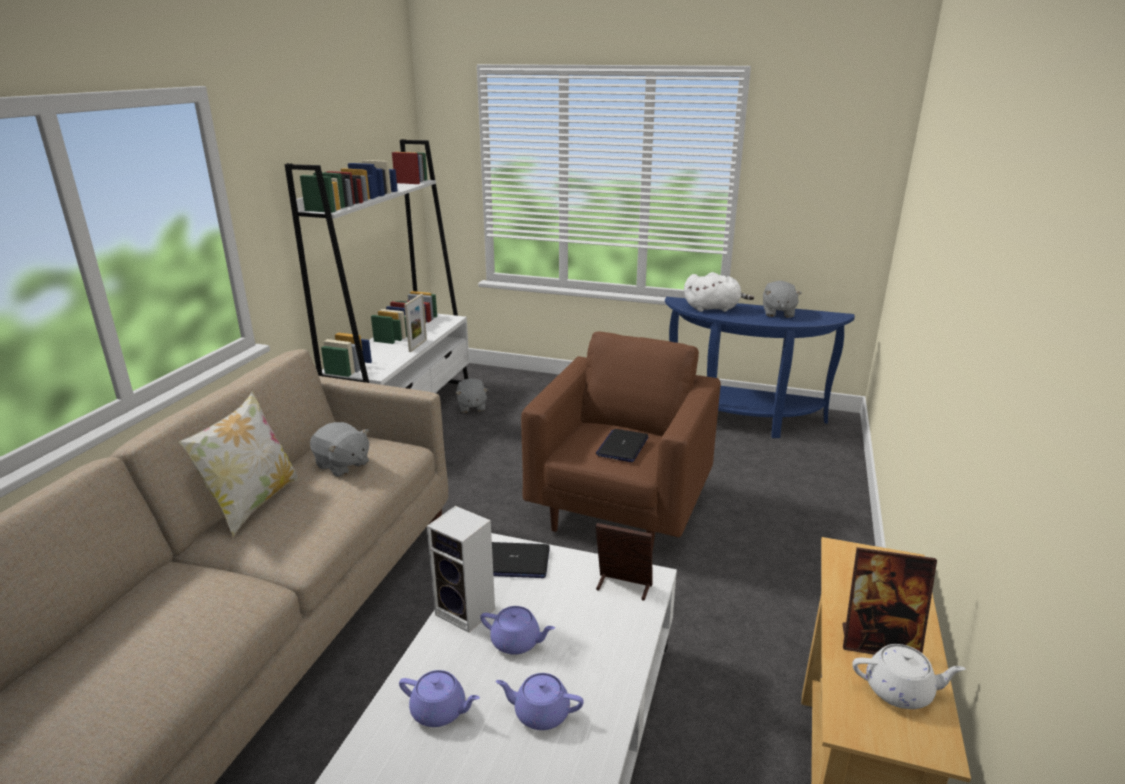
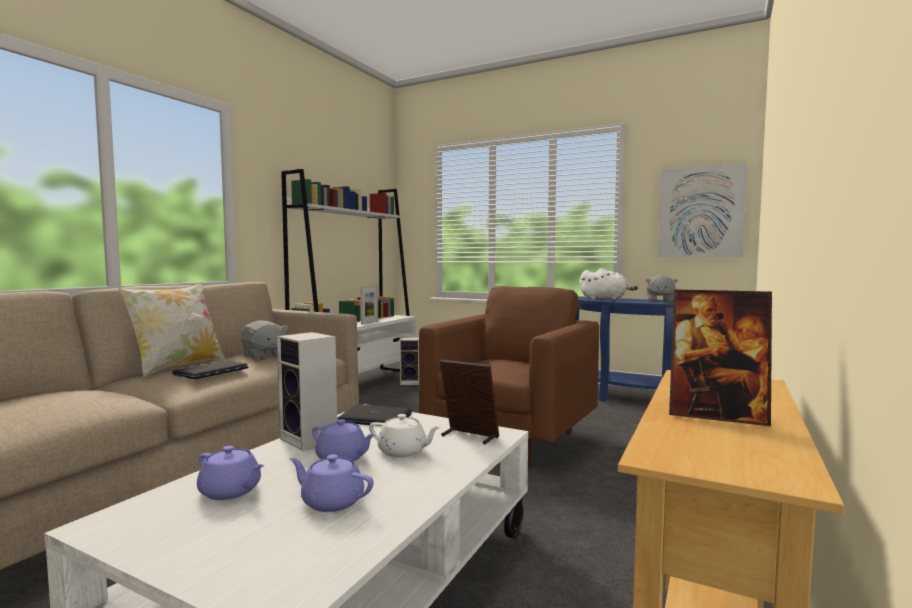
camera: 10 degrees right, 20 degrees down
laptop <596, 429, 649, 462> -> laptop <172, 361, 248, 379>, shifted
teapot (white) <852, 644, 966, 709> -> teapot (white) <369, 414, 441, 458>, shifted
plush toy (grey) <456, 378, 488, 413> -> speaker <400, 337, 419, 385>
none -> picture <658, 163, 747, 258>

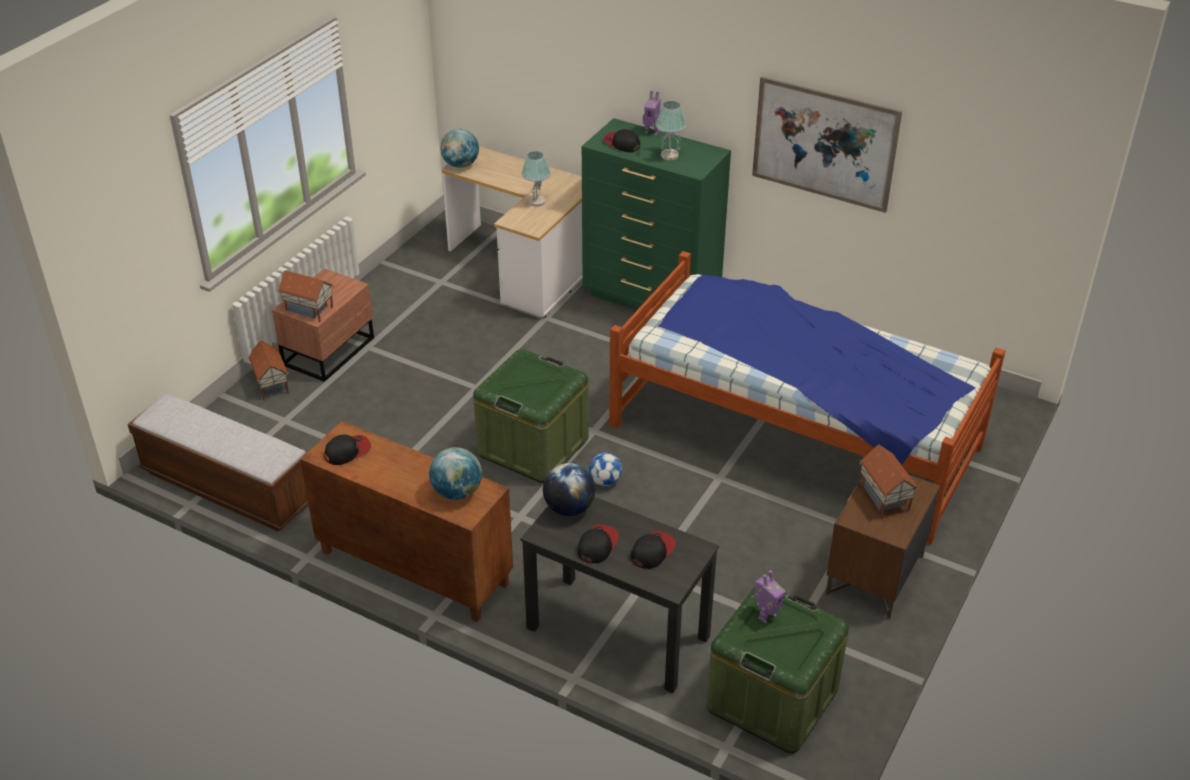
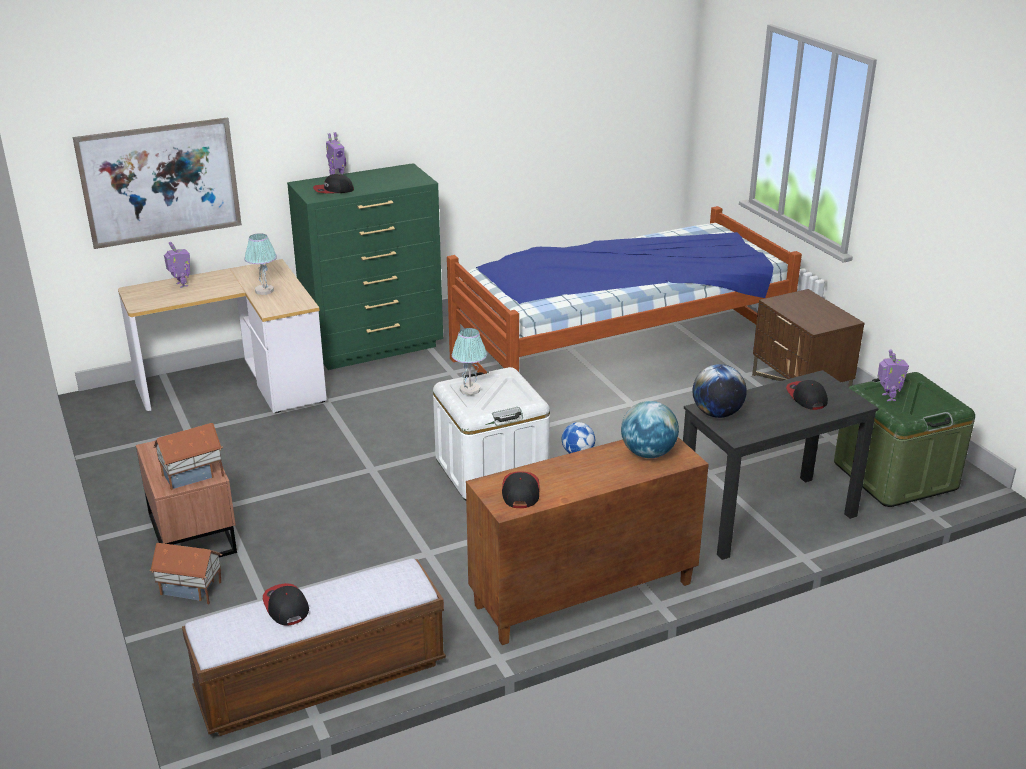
camera: 55 degrees left, 10 degrees down
picture <752, 76, 902, 213> -> picture <73, 118, 242, 249>, shifted
none -> toy robot <164, 242, 190, 288>
cap <578, 524, 619, 563> -> cap <263, 583, 309, 626>, shifted
storage box (green) <473, 349, 589, 483> -> storage box (white) <433, 367, 550, 501>
table lamp <655, 101, 686, 160> -> table lamp <452, 328, 487, 395>, shifted
globe <440, 129, 479, 168> -> none
toy house <860, 444, 918, 519> -> none

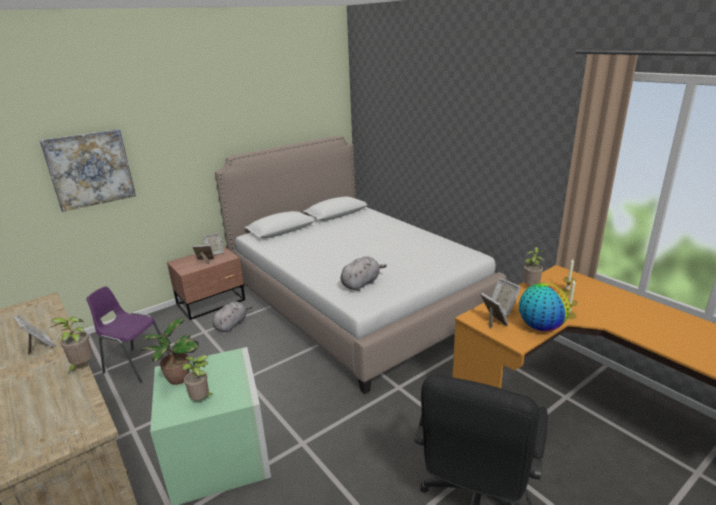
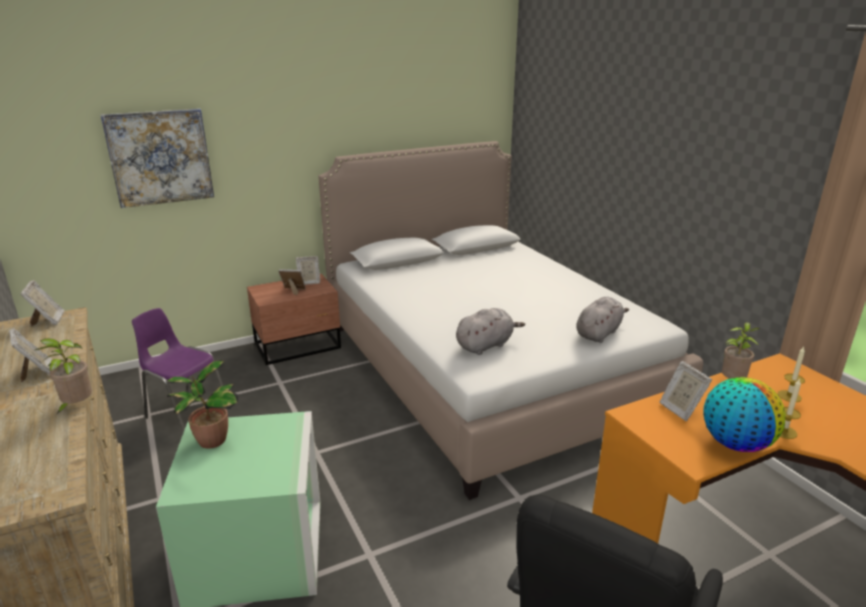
camera: 10 degrees right, 0 degrees up
picture frame <480, 293, 509, 329> -> picture frame <21, 280, 65, 326>, shifted
plush toy (grey) <212, 301, 253, 332> -> plush toy (grey) <576, 297, 629, 343>, shifted
potted plant <182, 355, 214, 400> -> none

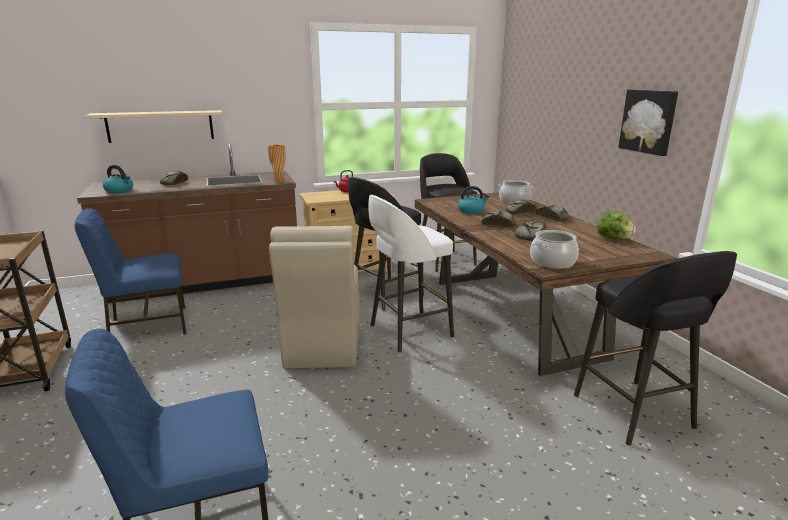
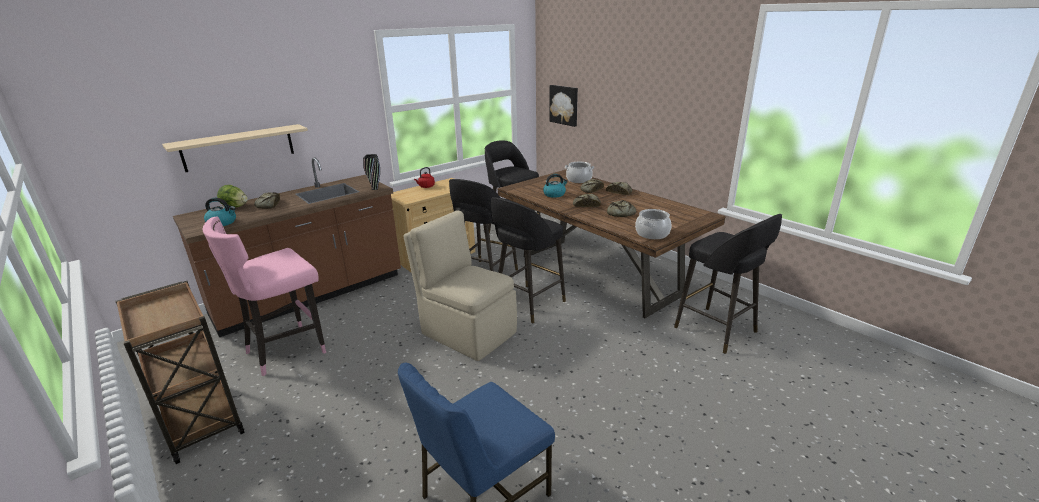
camera: 20 degrees left, 5 degrees up
chair (blue) <74, 208, 187, 335> -> stool (pink) <203, 216, 326, 376>
lettuce <597, 211, 636, 240> -> lettuce <217, 185, 248, 207>, shifted
vase (orange) <268, 145, 286, 182> -> vase (black) <363, 154, 380, 190>
chair (beige) <269, 226, 359, 368> -> chair (beige) <403, 210, 517, 361>, 150 degrees clockwise
stool (white) <368, 195, 454, 353> -> stool (black) <491, 197, 566, 323>
picture <618, 89, 678, 156> -> picture <549, 85, 578, 127>, shifted

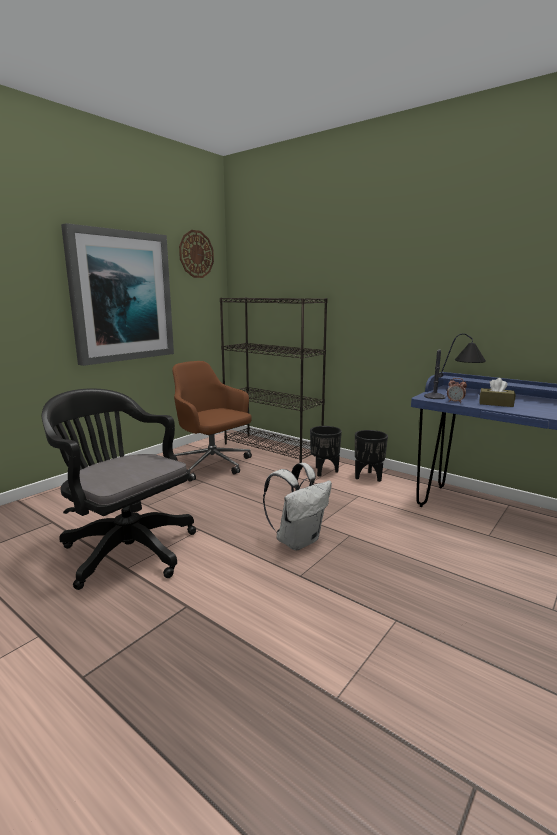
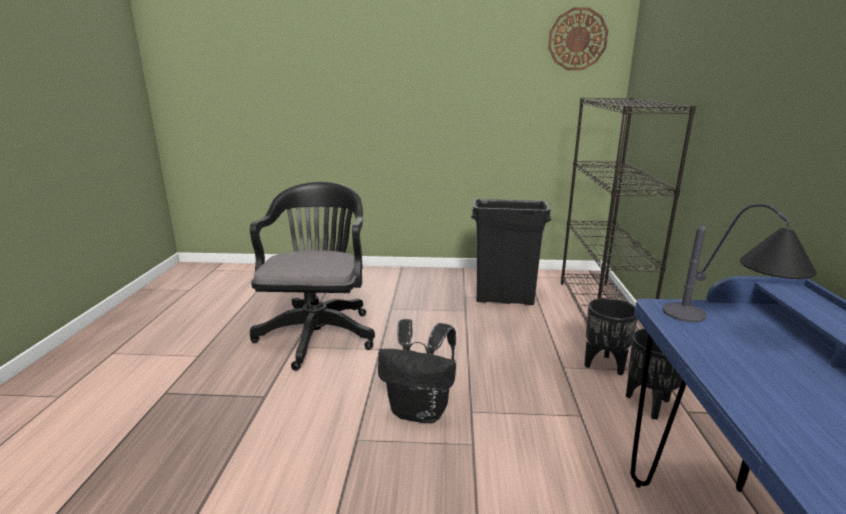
camera: 55 degrees right, 5 degrees up
backpack (white) <263, 463, 332, 550> -> backpack (black) <378, 319, 456, 423>
office chair (brown) <172, 361, 252, 482> -> trash can (black) <471, 199, 551, 305>
picture <61, 223, 174, 366> -> none
alarm clock <447, 378, 467, 403> -> none
tissue box (brown) <479, 378, 516, 407> -> none

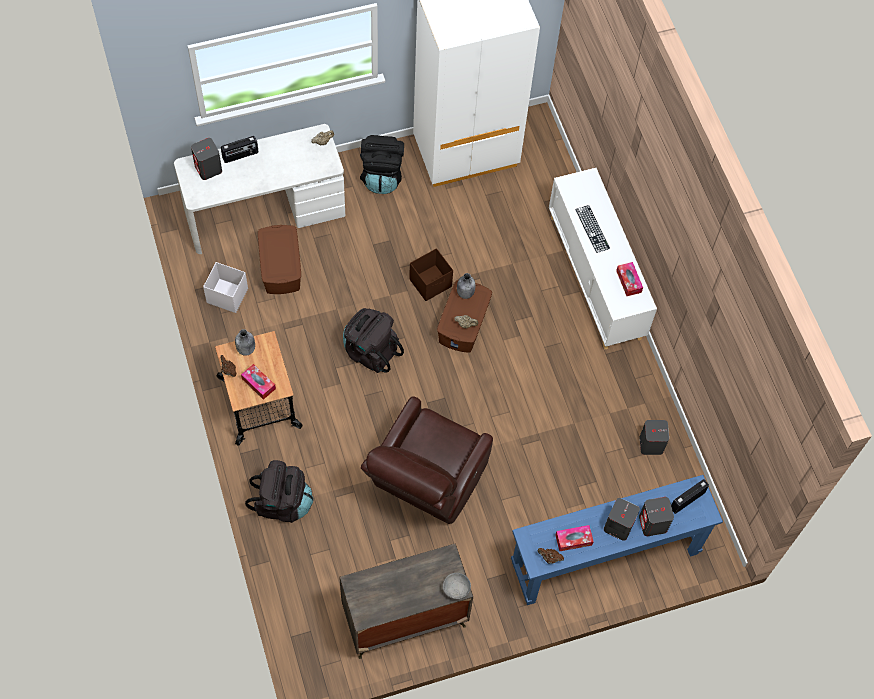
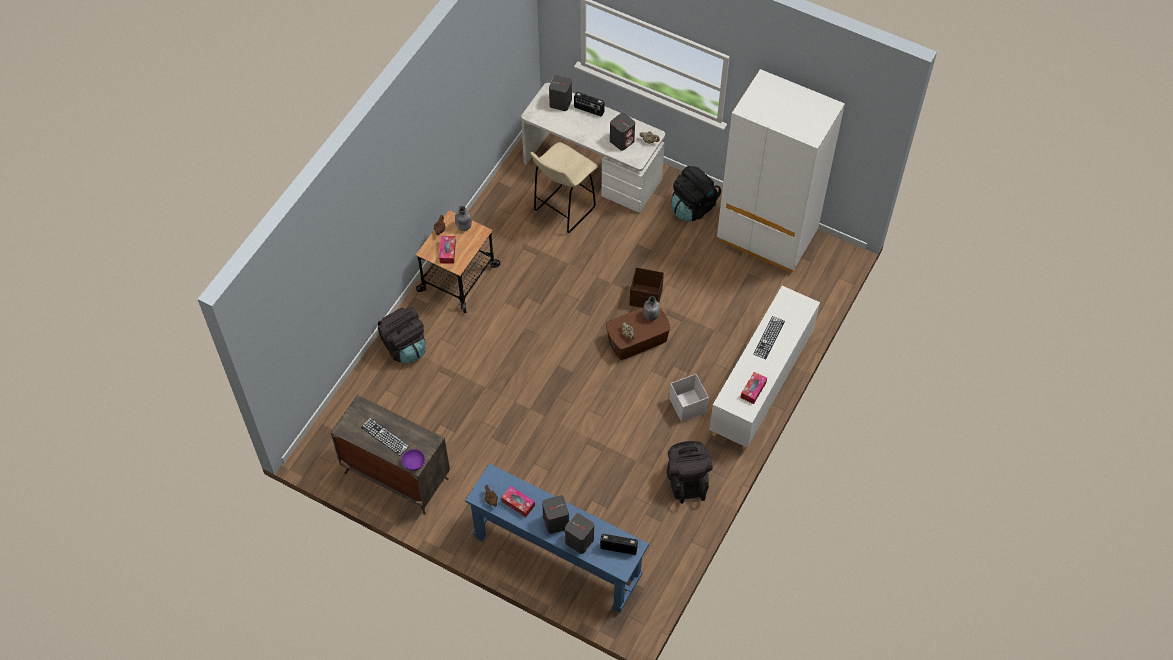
camera: 50 degrees right, 5 degrees down
none -> keyboard <361, 418, 409, 456>
bowl (grey) <443, 573, 471, 599> -> bowl (purple) <401, 449, 425, 471>
storage box (brown) <258, 225, 301, 294> -> stool (beige) <531, 142, 598, 234>
speaker (grey) <640, 420, 669, 455> -> speaker (grey) <610, 113, 635, 151>, shifted
backpack (black) <343, 308, 404, 373> -> backpack (black) <667, 441, 713, 504>, shifted
storage box (white) <203, 262, 248, 313> -> storage box (white) <669, 374, 709, 422>, shifted
armchair (brown) <361, 396, 493, 524> -> none

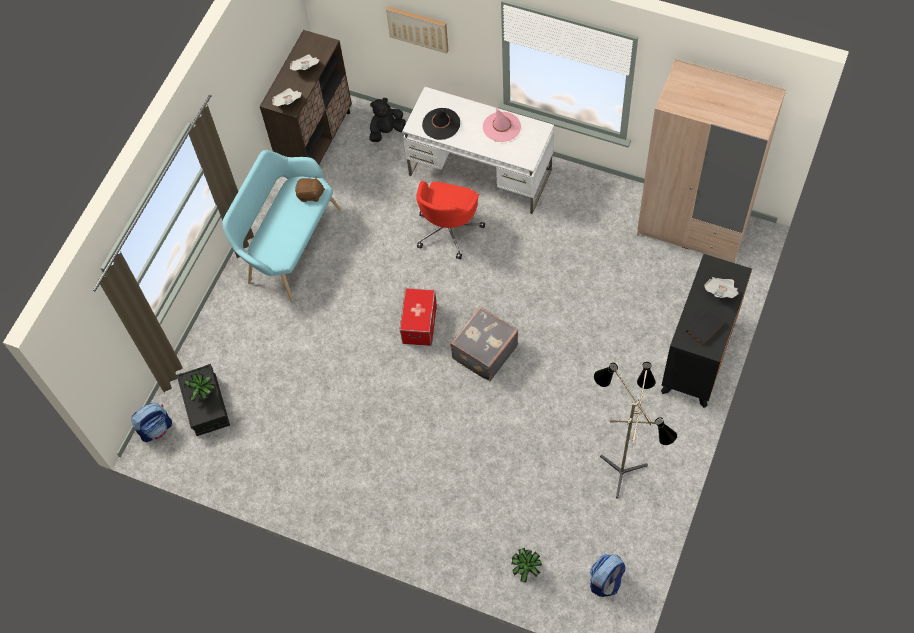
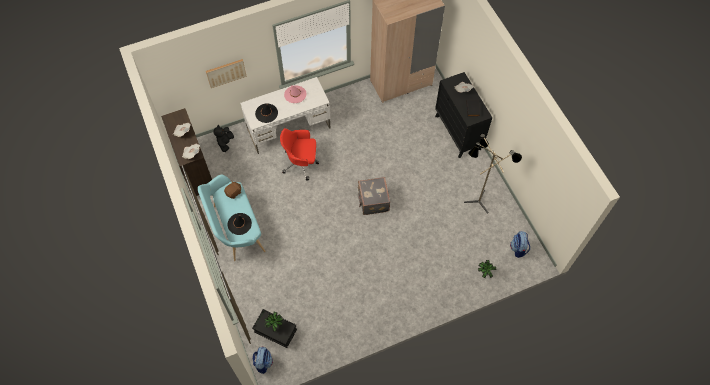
camera: 50 degrees left, 0 degrees up
none -> hat (black) <228, 213, 252, 235>
office chair (red) <416, 181, 485, 259> -> office chair (red) <280, 128, 319, 181>, 120 degrees clockwise
storage box <400, 288, 437, 346> -> none

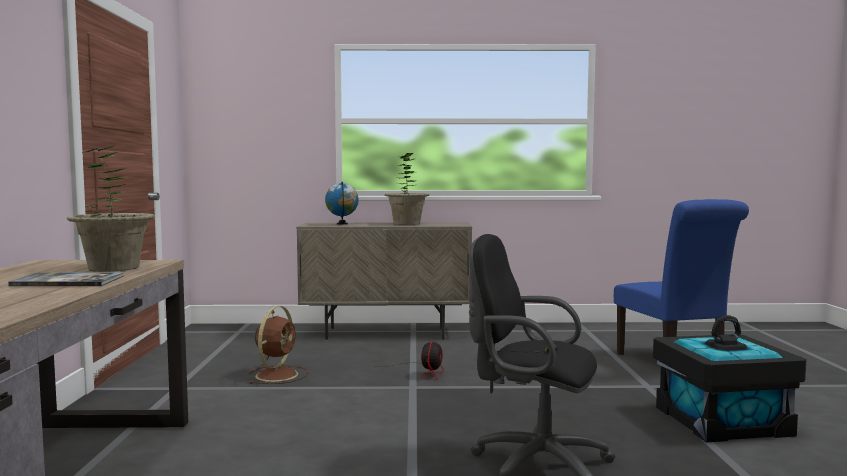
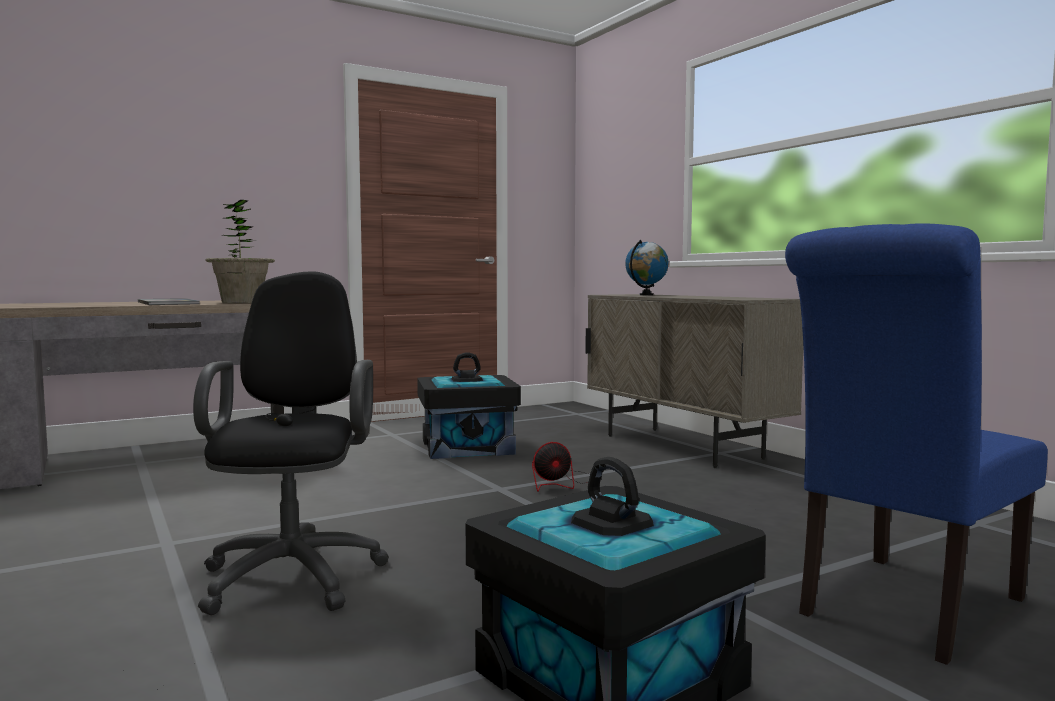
camera: 60 degrees right, 0 degrees up
fan (brown) <248, 306, 309, 384> -> storage box (black) <417, 352, 521, 459>
potted plant <384, 153, 430, 225> -> none

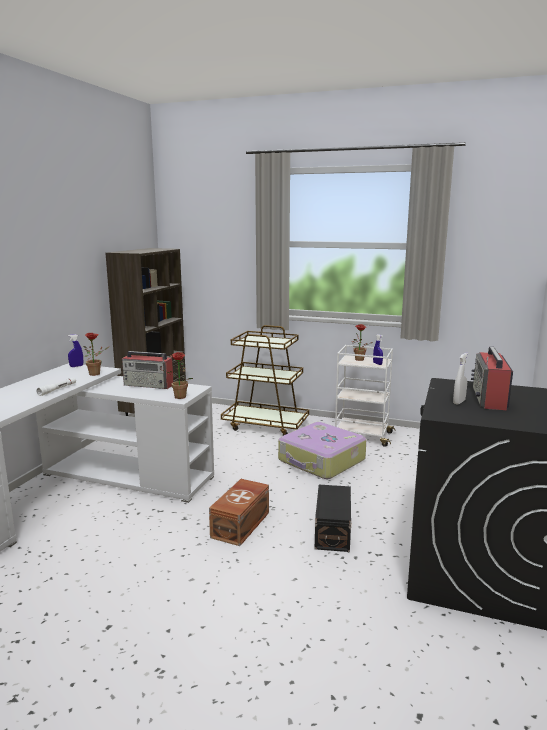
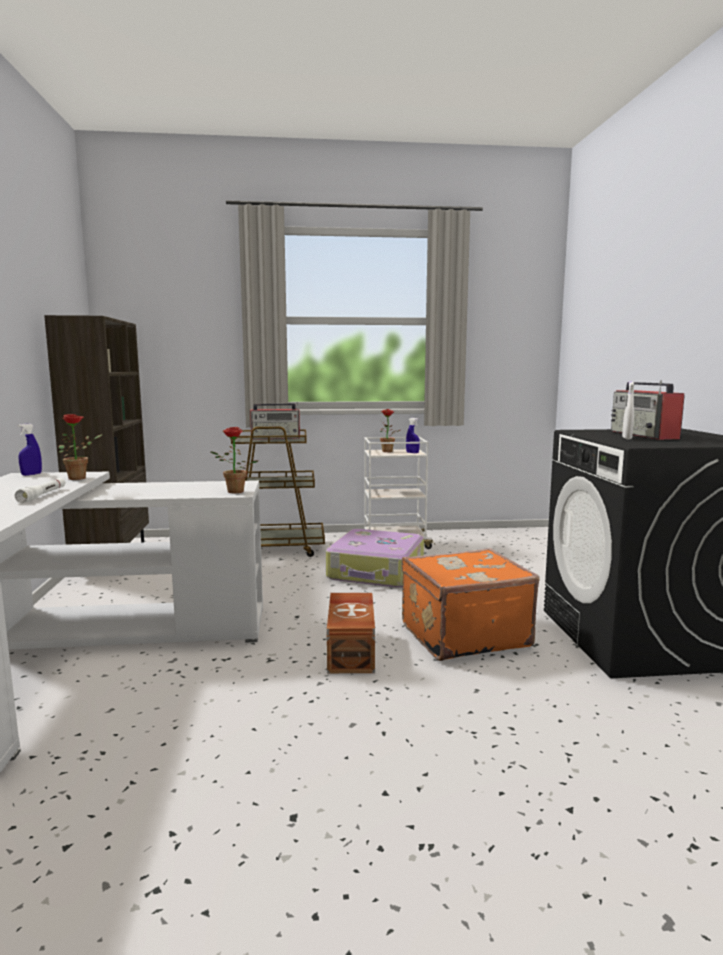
camera: 25 degrees left, 5 degrees down
radio <122, 351, 173, 389> -> radio <250, 402, 300, 440>, shifted
storage box (black) <315, 485, 351, 552> -> suitcase (orange) <402, 548, 540, 661>

